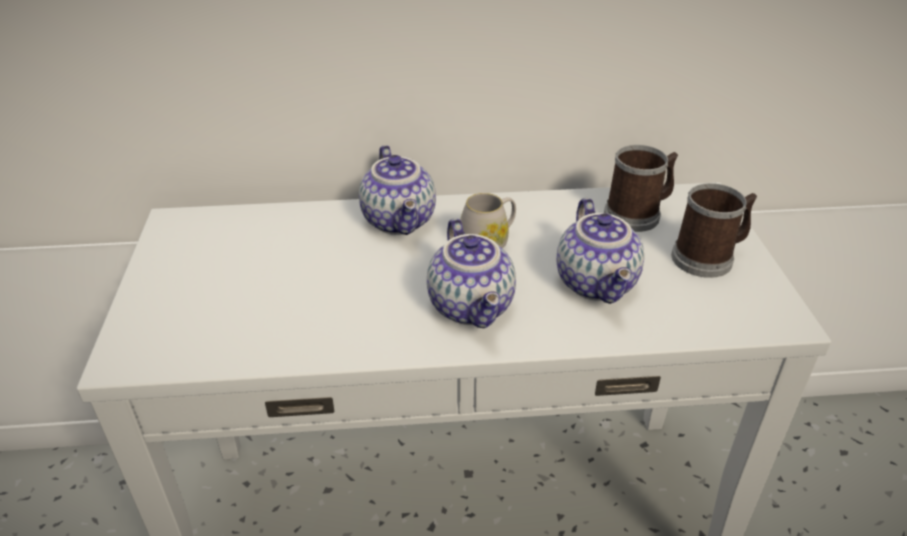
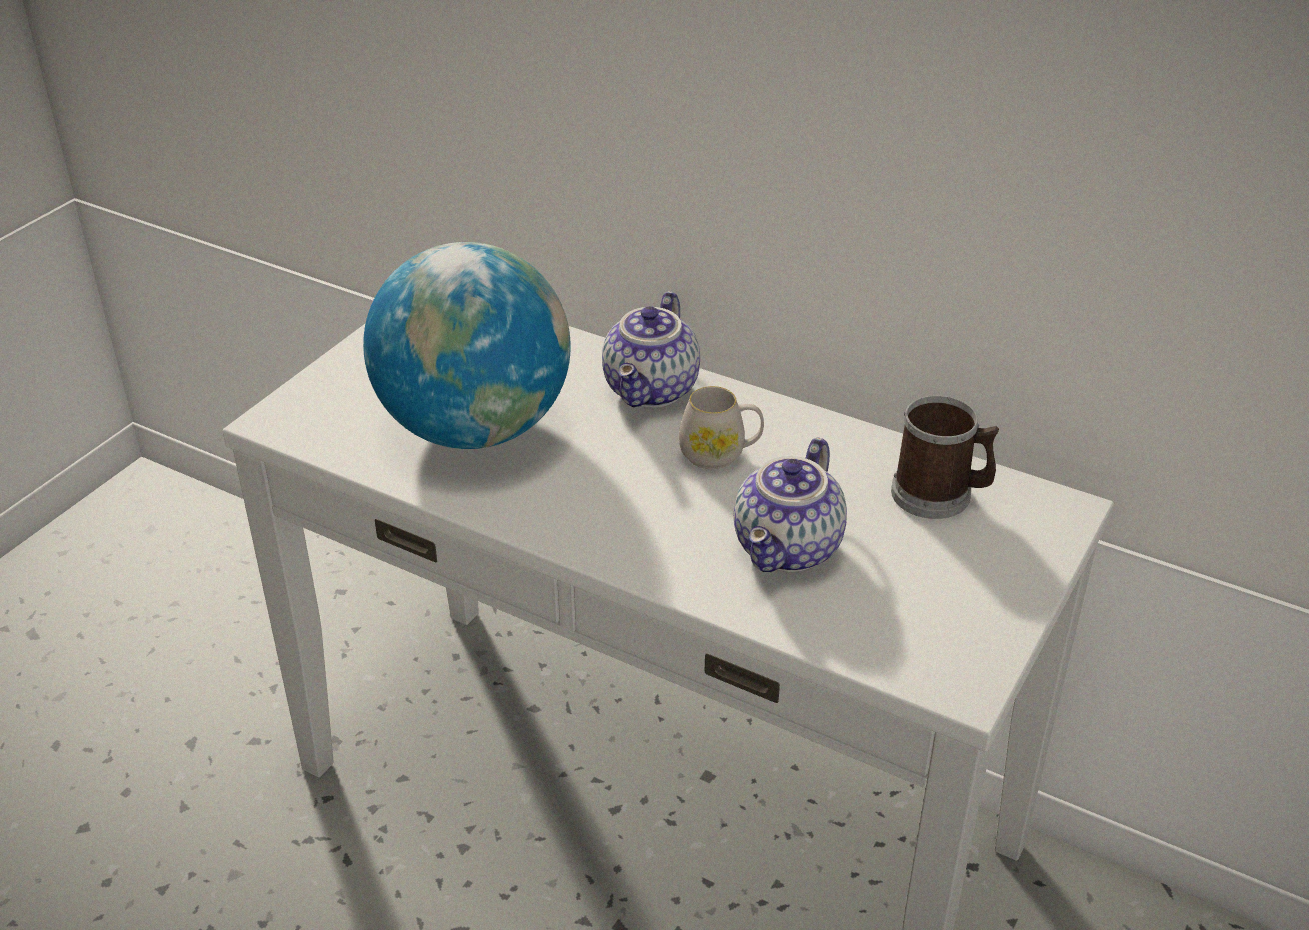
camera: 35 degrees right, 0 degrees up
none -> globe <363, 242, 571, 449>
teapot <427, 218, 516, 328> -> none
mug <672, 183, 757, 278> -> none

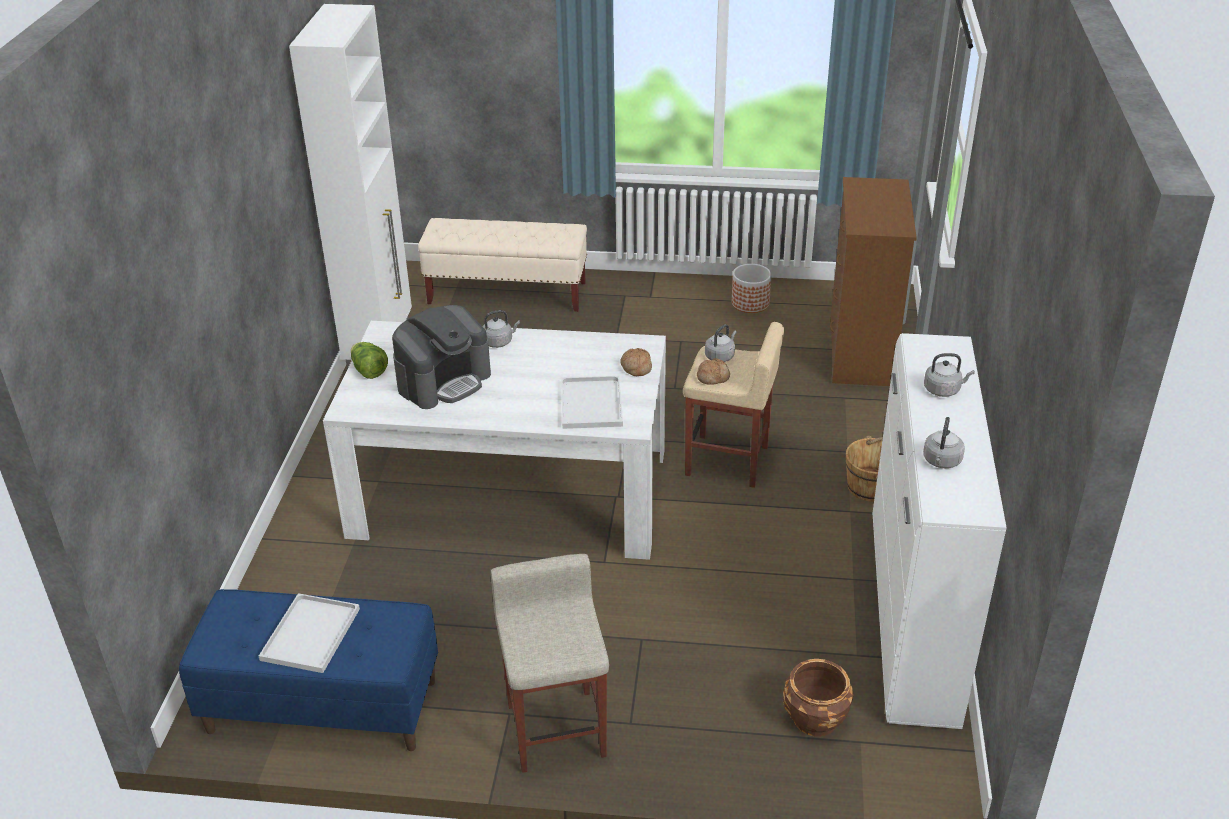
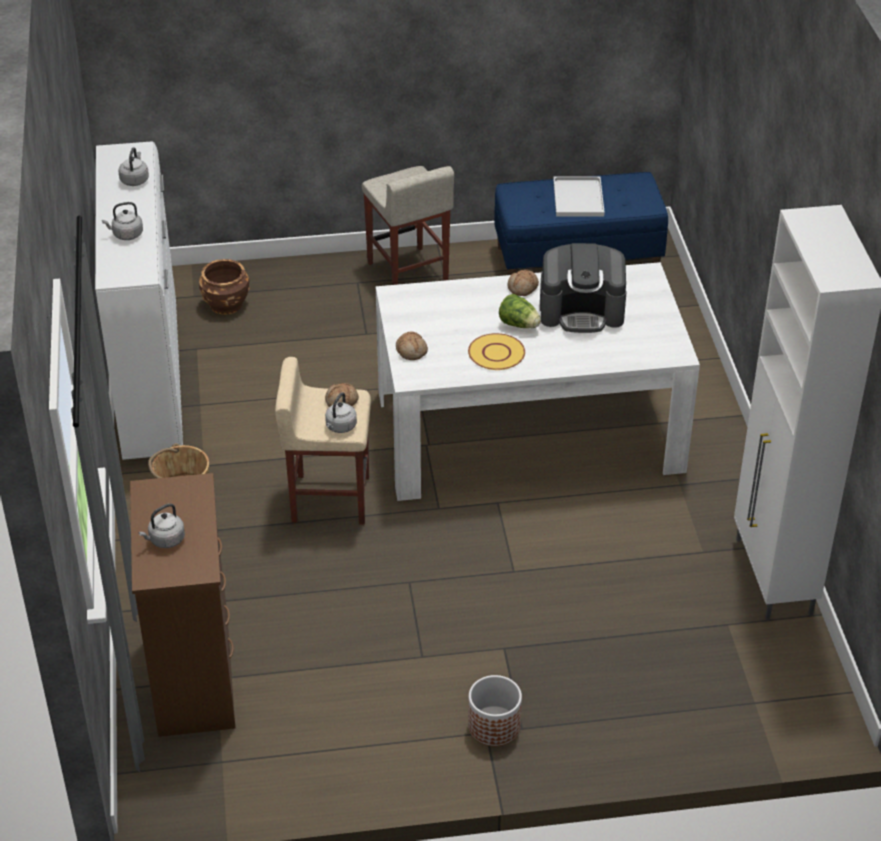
camera: 165 degrees right, 5 degrees up
kettle (grey) <482, 310, 520, 348> -> kettle (grey) <138, 503, 185, 548>, shifted
none -> plate (yellow) <468, 333, 525, 370>
planter <732, 264, 772, 313> -> planter <468, 675, 522, 747>, shifted
lettuce <351, 342, 388, 379> -> lettuce <499, 294, 541, 328>, shifted
none -> bread <508, 270, 539, 296>
coffee machine <392, 305, 491, 409> -> coffee machine <540, 243, 627, 333>, 120 degrees counterclockwise
bench (beige) <418, 218, 587, 312> -> none
tray (white) <561, 376, 623, 429> -> none

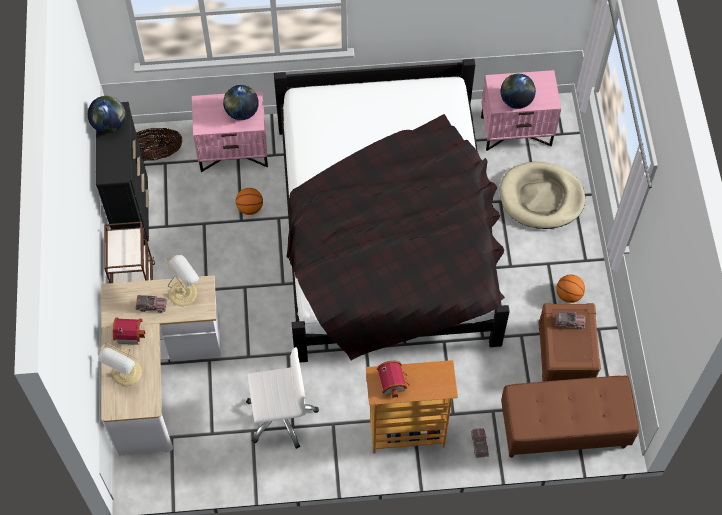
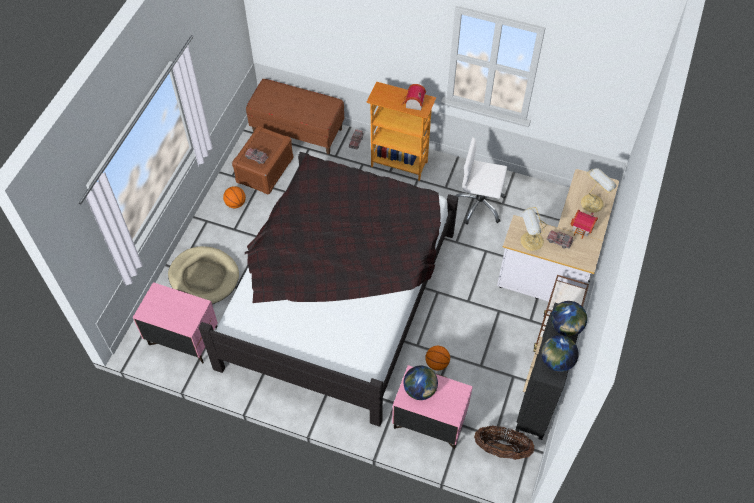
camera: 155 degrees left, 5 degrees down
globe <500, 74, 536, 109> -> globe <551, 301, 587, 336>, shifted

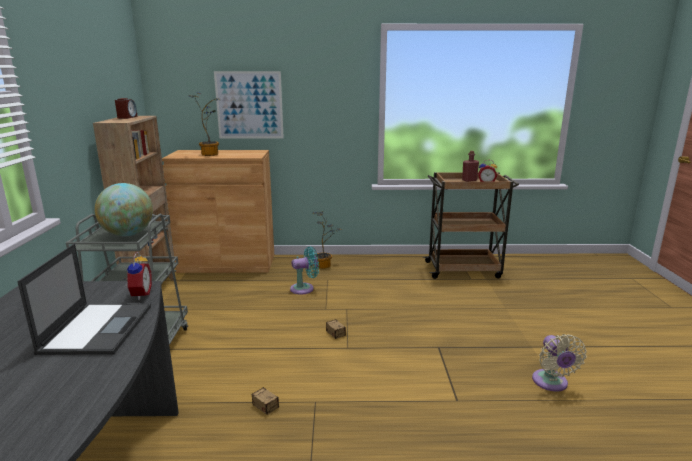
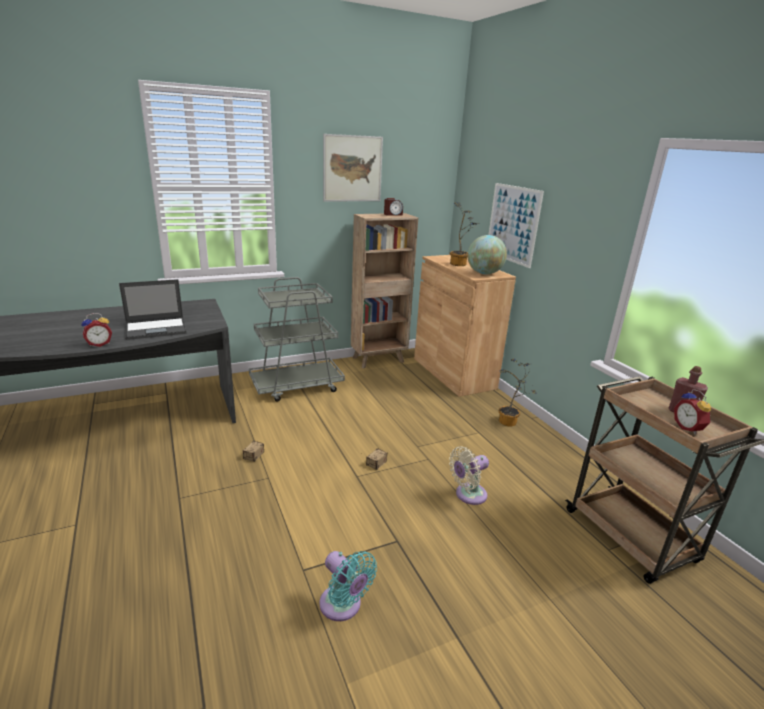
camera: 65 degrees right, 5 degrees up
alarm clock <125, 252, 152, 300> -> alarm clock <81, 313, 112, 347>, shifted
fan (turquoise) <290, 247, 319, 295> -> fan (turquoise) <319, 551, 377, 621>, shifted
none -> picture <323, 134, 383, 202>
fan (beige) <532, 334, 587, 392> -> fan (beige) <449, 446, 489, 505>, shifted
globe <94, 183, 153, 236> -> globe <467, 235, 507, 274>, shifted

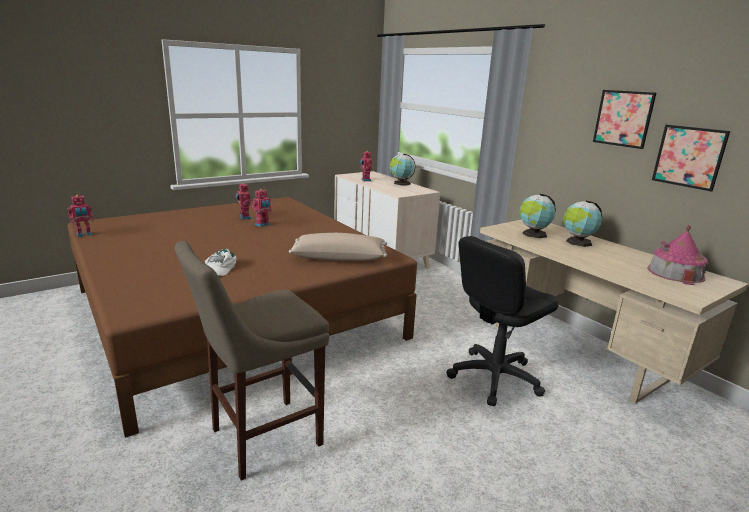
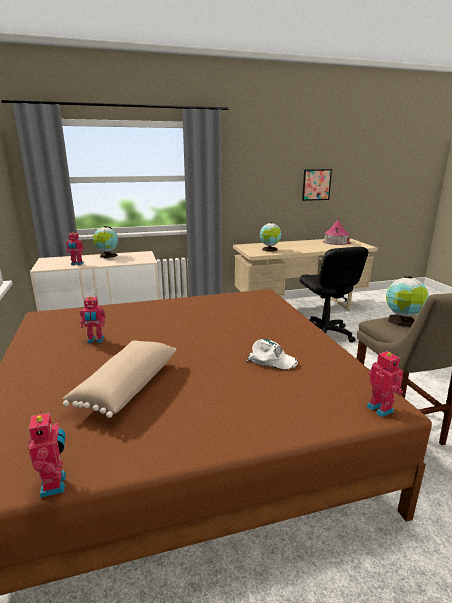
camera: 70 degrees left, 0 degrees up
pillow (beige) <289, 233, 387, 261> -> pillow (beige) <62, 340, 176, 418>, shifted
toy robot <252, 189, 272, 227> -> toy robot <366, 350, 404, 417>, shifted
globe <563, 200, 602, 247> -> globe <386, 276, 429, 327>, shifted
picture <593, 90, 656, 149> -> none

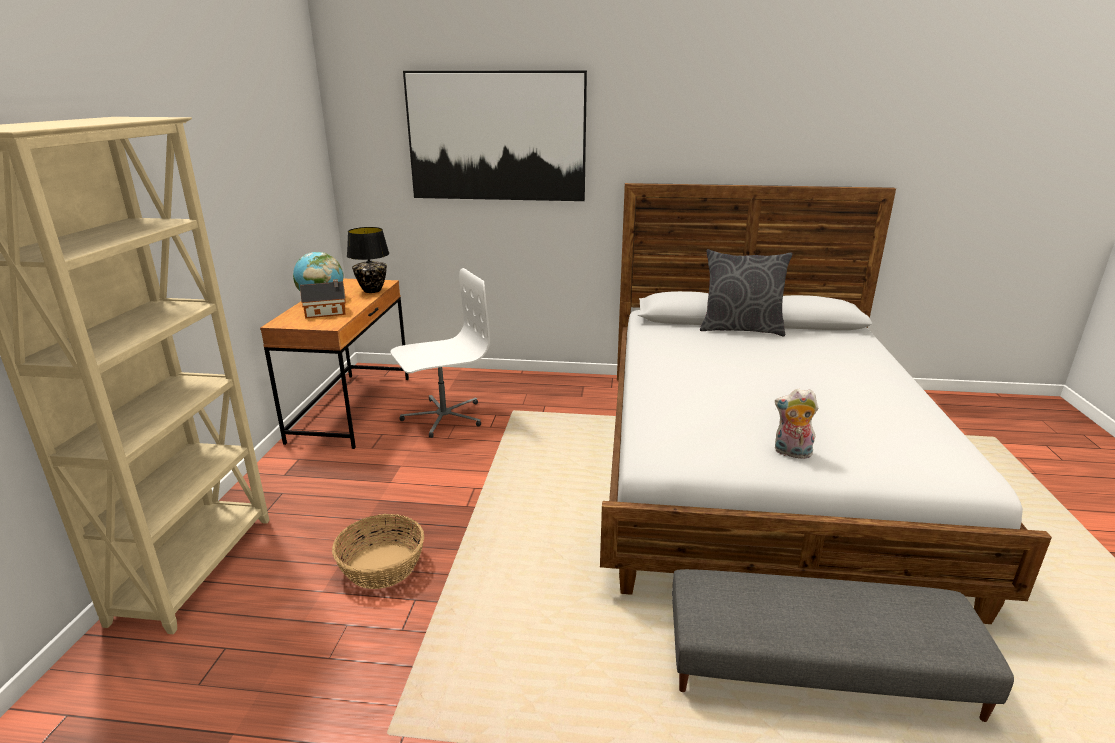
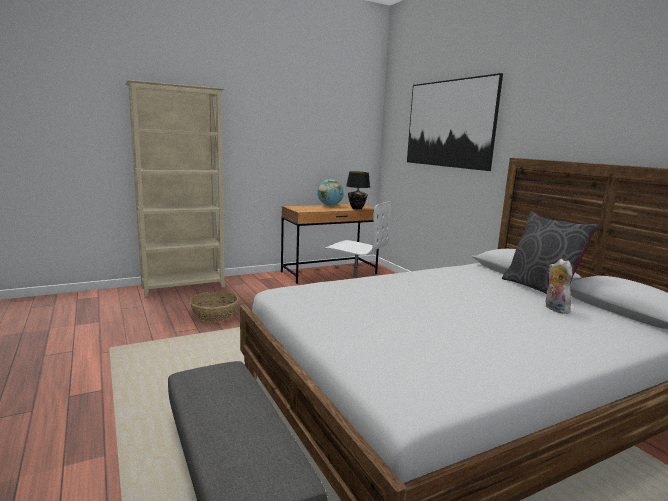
camera: 55 degrees right, 10 degrees down
plush toy <775, 388, 818, 459> -> plush toy <545, 259, 573, 314>, shifted
toy house <300, 279, 346, 318> -> none

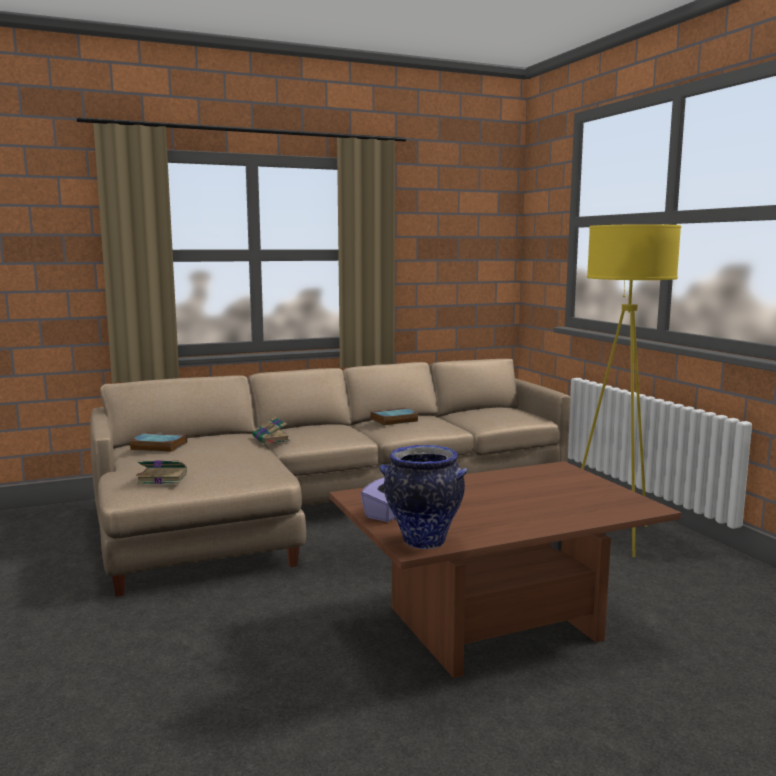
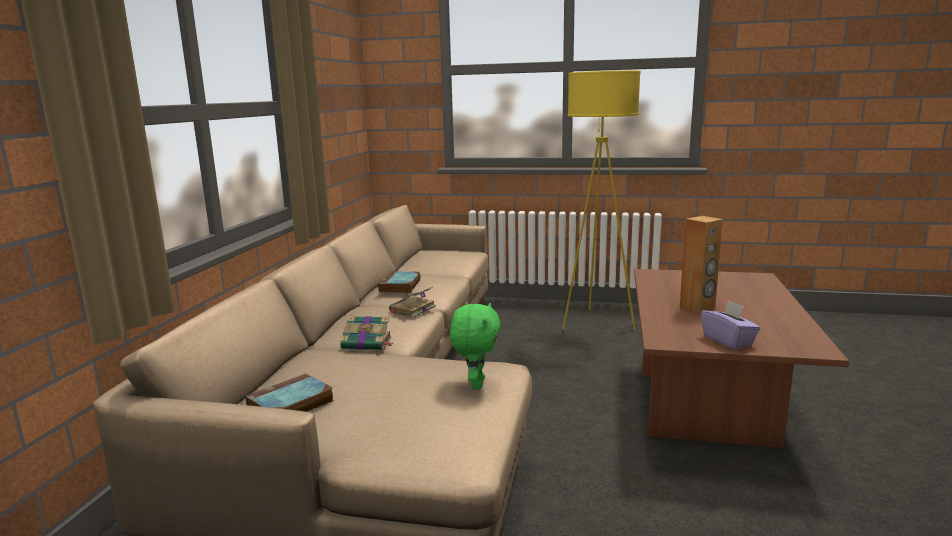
camera: 55 degrees left, 5 degrees up
book <137, 460, 187, 484> -> book <389, 287, 436, 318>, shifted
none -> plush toy (green) <450, 303, 501, 389>
none -> speaker (brown) <680, 216, 723, 314>
vase <380, 445, 468, 549> -> none

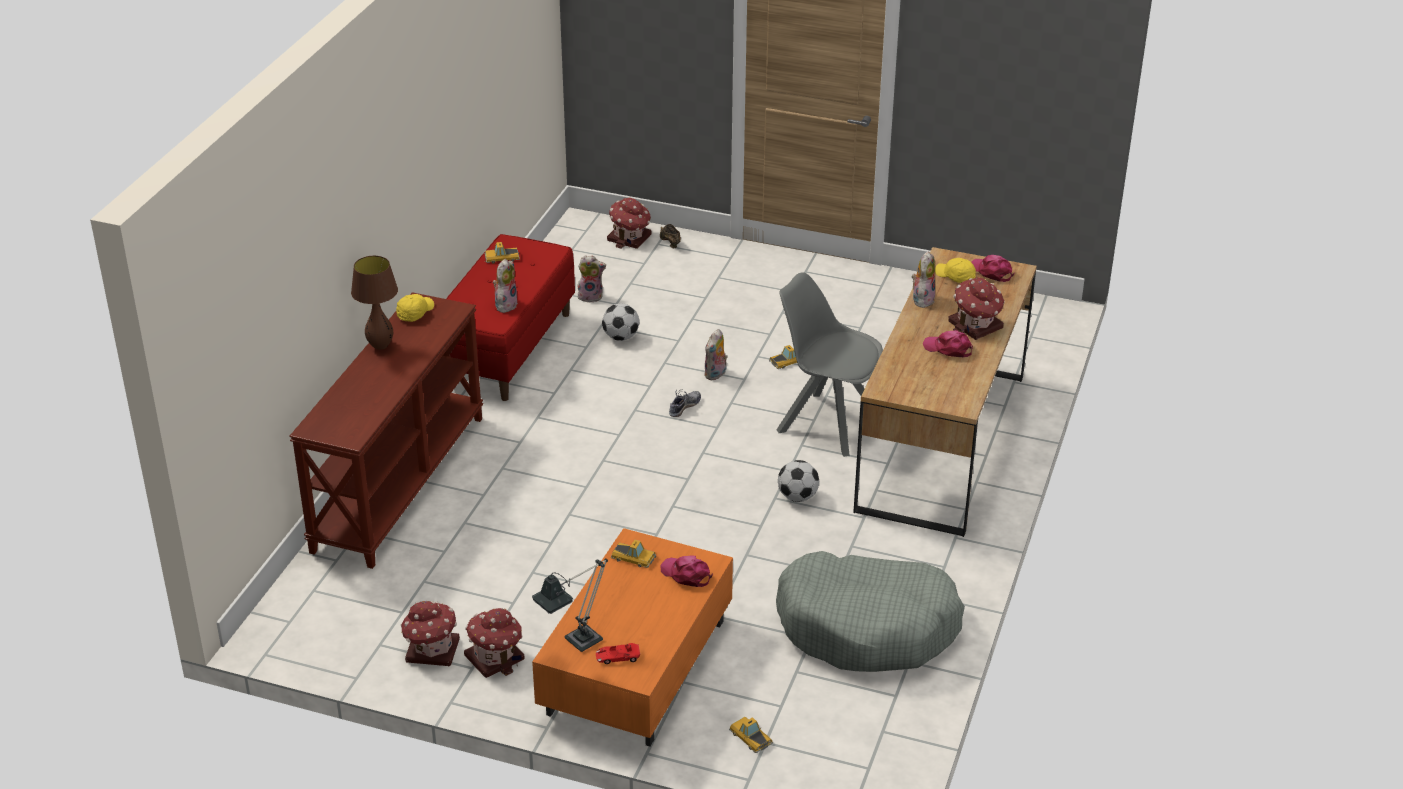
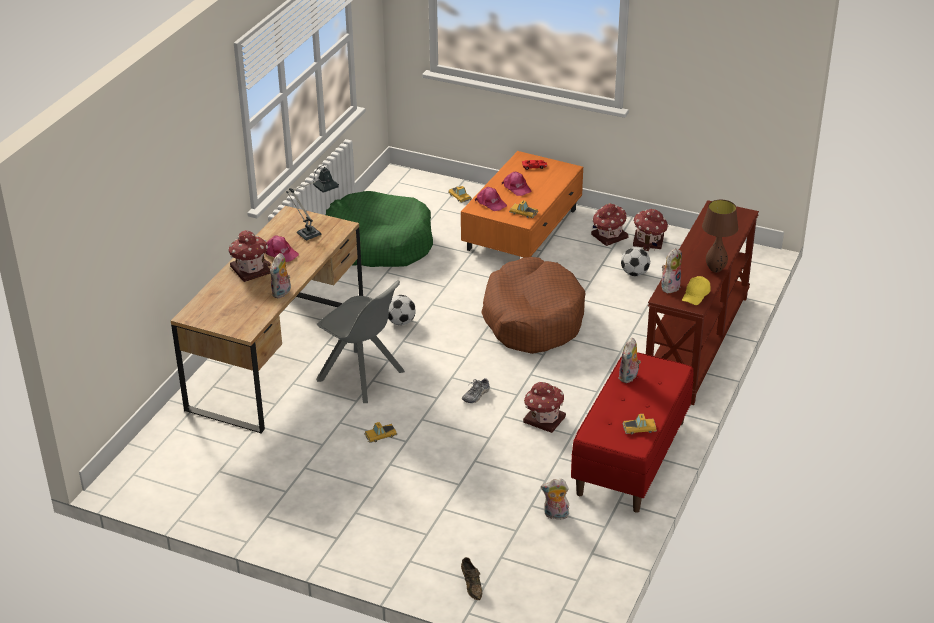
camera: 175 degrees left, 0 degrees up
table lamp <532, 558, 608, 652> -> table lamp <286, 165, 339, 240>, shifted
dog bed (grey) <776, 551, 965, 672> -> dog bed (green) <326, 191, 433, 267>
none -> dog bed (brown) <481, 257, 585, 354>
cap (pink) <971, 255, 1015, 282> -> cap (pink) <502, 172, 531, 196>, shifted
toy house <607, 198, 652, 249> -> toy house <523, 382, 566, 433>, shifted
football <602, 303, 639, 341> -> football <621, 247, 650, 276>, shifted
plush toy <704, 329, 727, 380> -> plush toy <661, 248, 682, 293>, shifted
cap (yellow) <935, 258, 976, 283> -> none

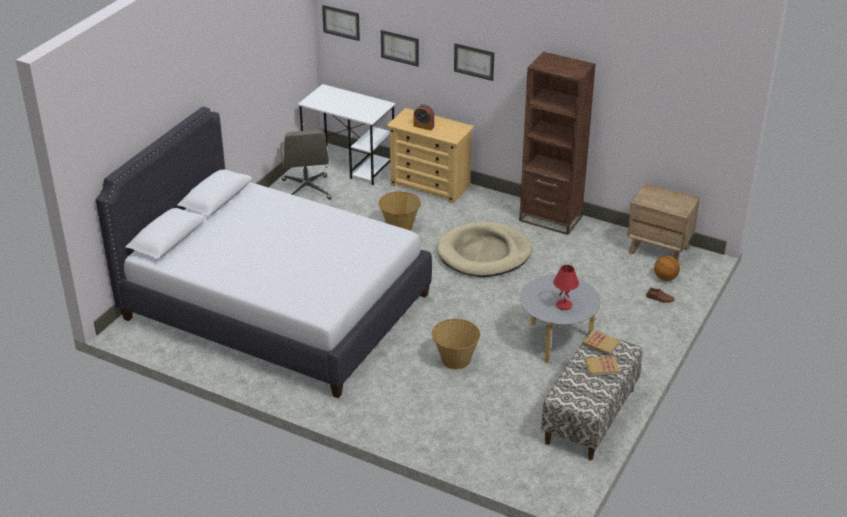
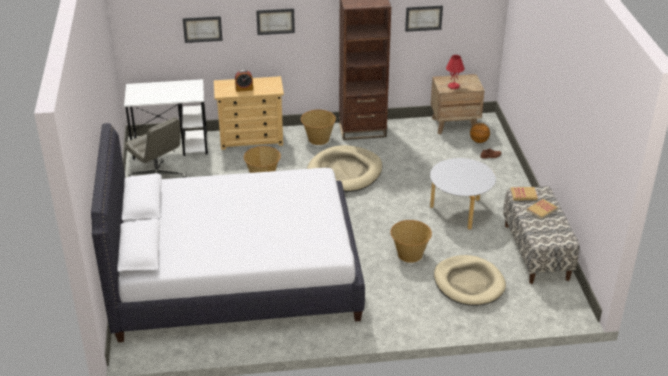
camera: 35 degrees left, 0 degrees up
none -> basket <301, 110, 336, 145>
picture <322, 5, 360, 41> -> picture <405, 5, 443, 32>, shifted
none -> dog bed (beige) <434, 255, 506, 306>
table lamp (red) <553, 265, 579, 310> -> table lamp (red) <446, 55, 465, 89>, shifted

